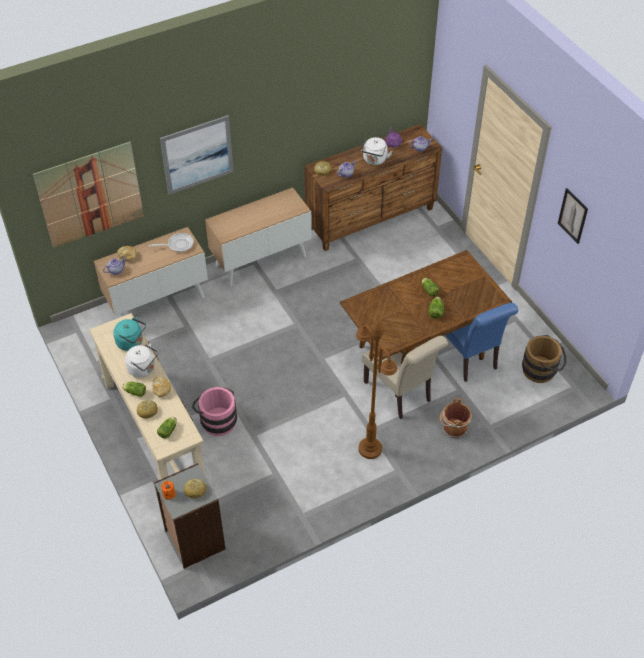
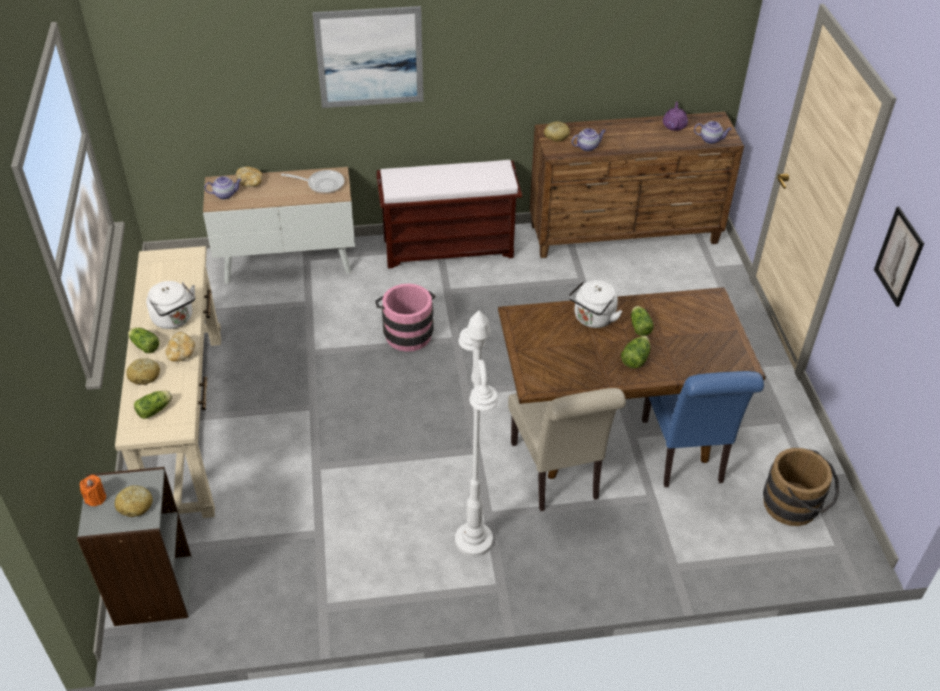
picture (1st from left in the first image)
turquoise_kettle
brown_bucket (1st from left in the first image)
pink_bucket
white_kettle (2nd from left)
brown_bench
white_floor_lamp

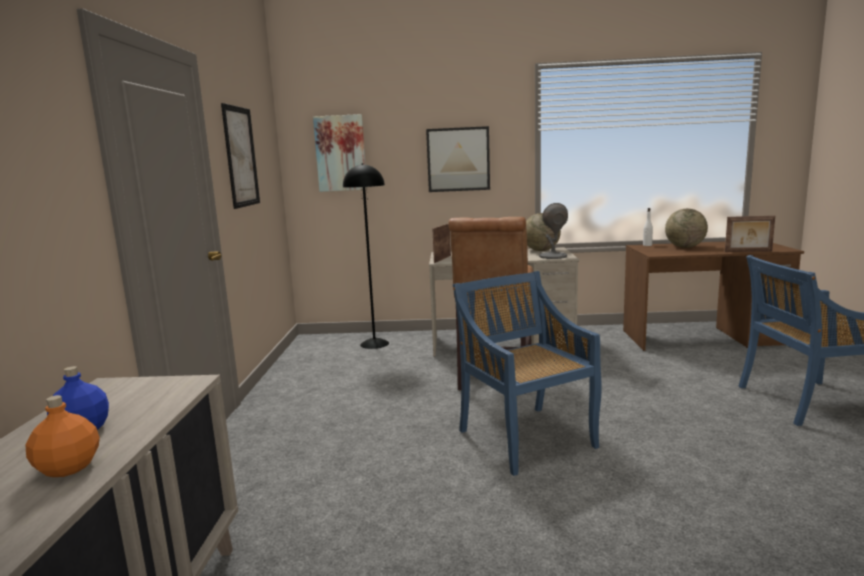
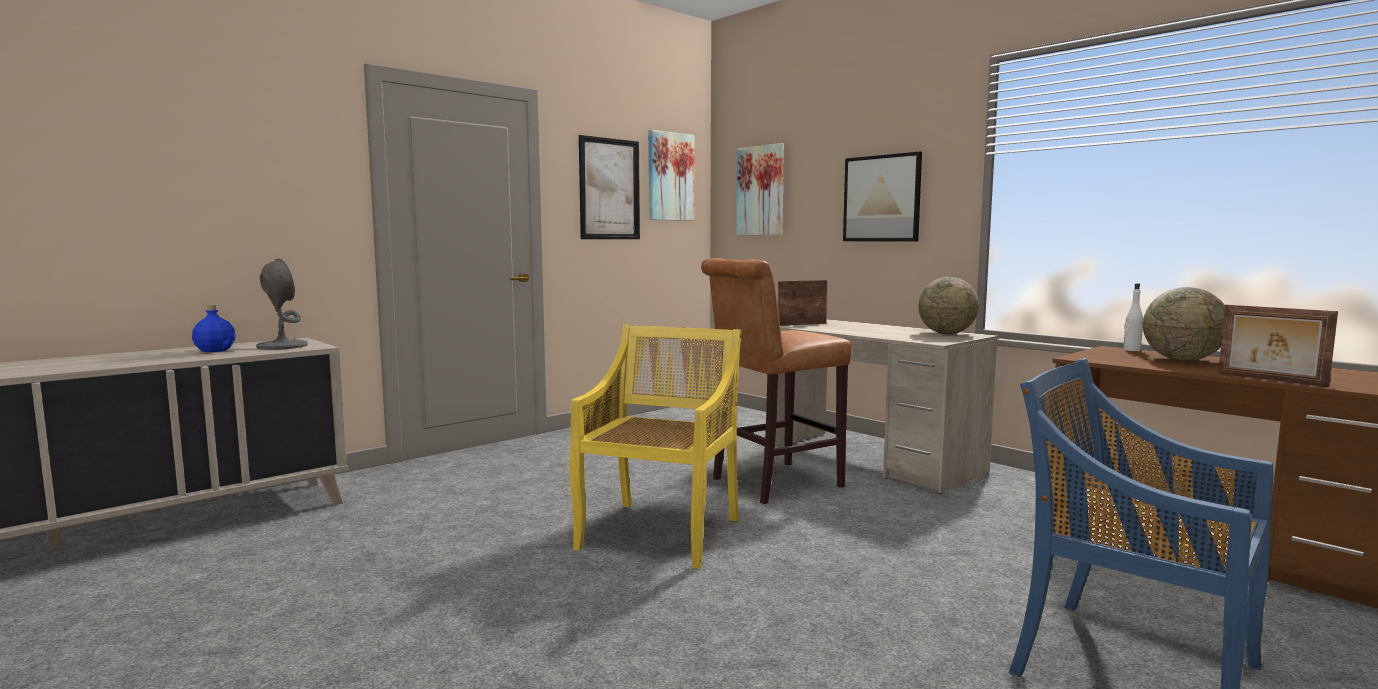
orange_bottle
black_floor_lamp
picture (2nd from left)
grey_table_lamp
yellow_chair

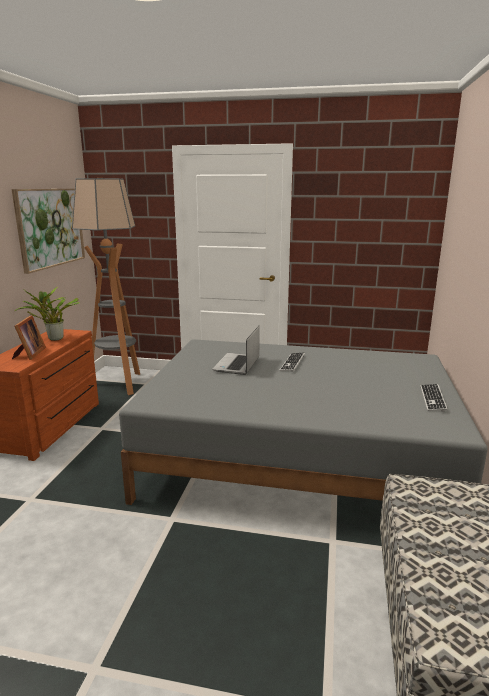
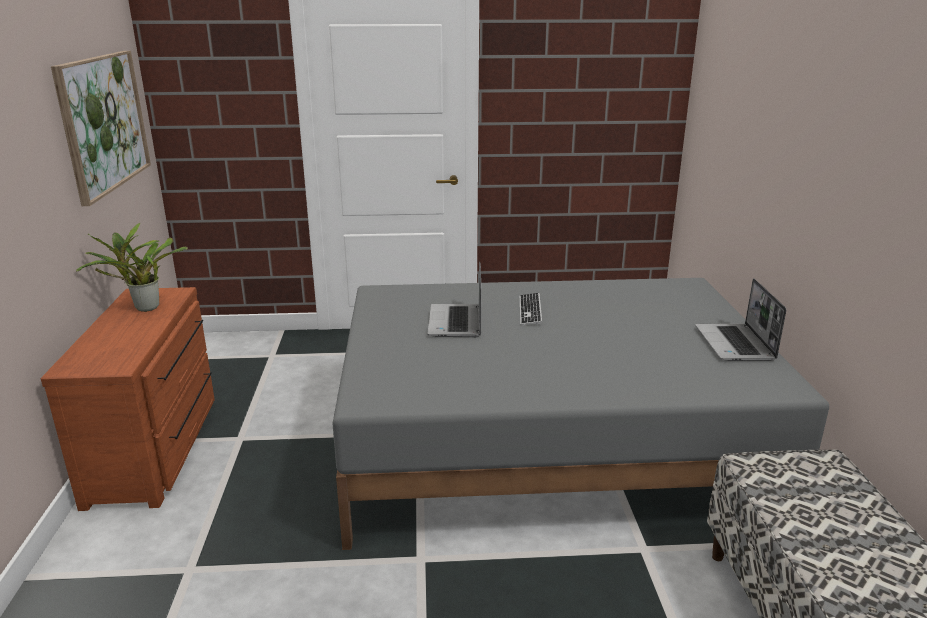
picture_frame
floor_lamp
laptop (2nd from left)

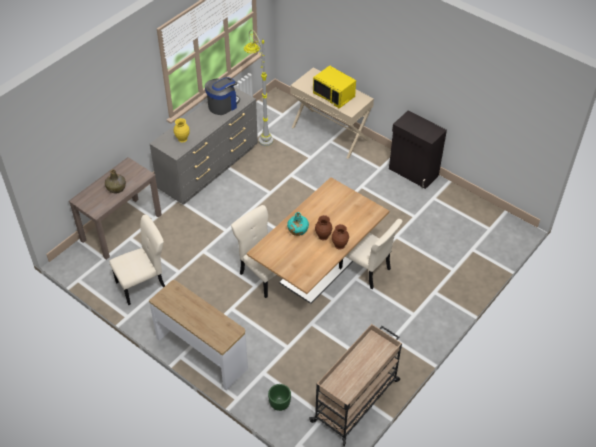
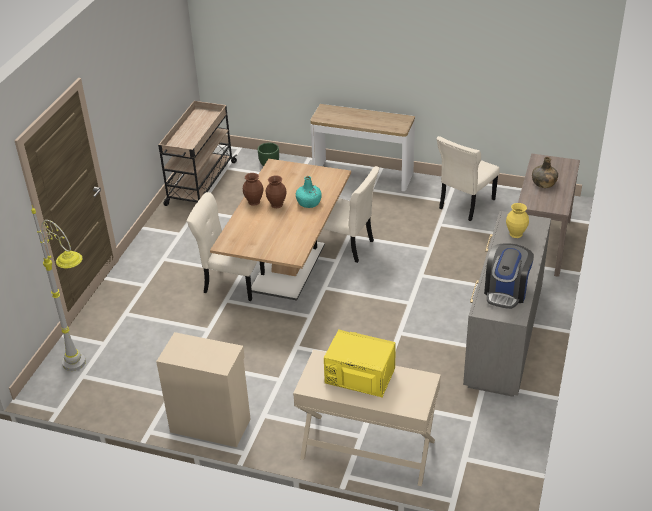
grey_floor_lamp
beige_cabinet

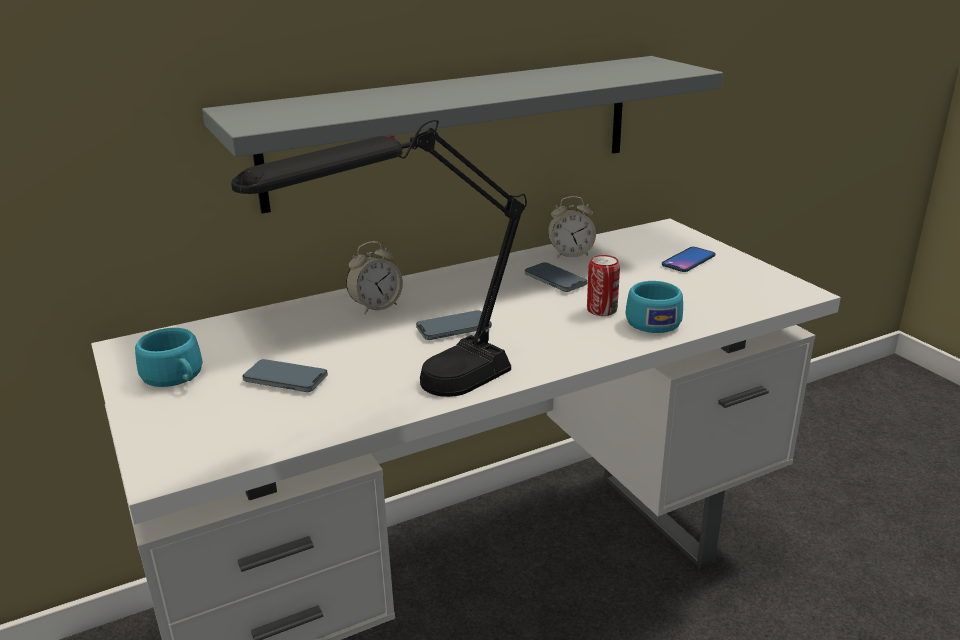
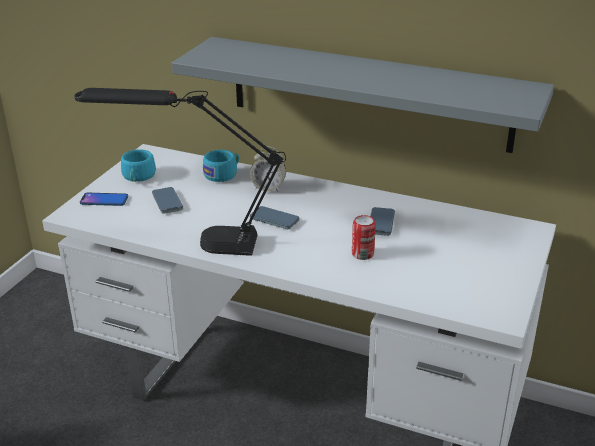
alarm_clock (2nd from left in the first image)
turquoise_cup (2nd from left)
phone (1st from left)

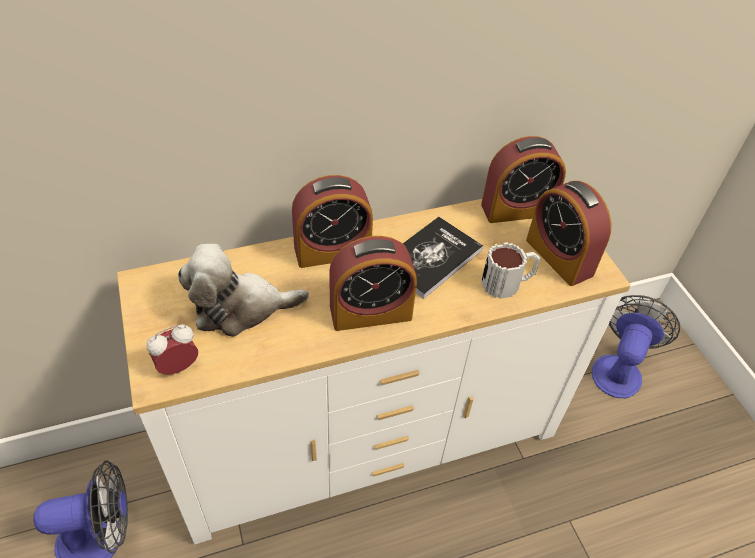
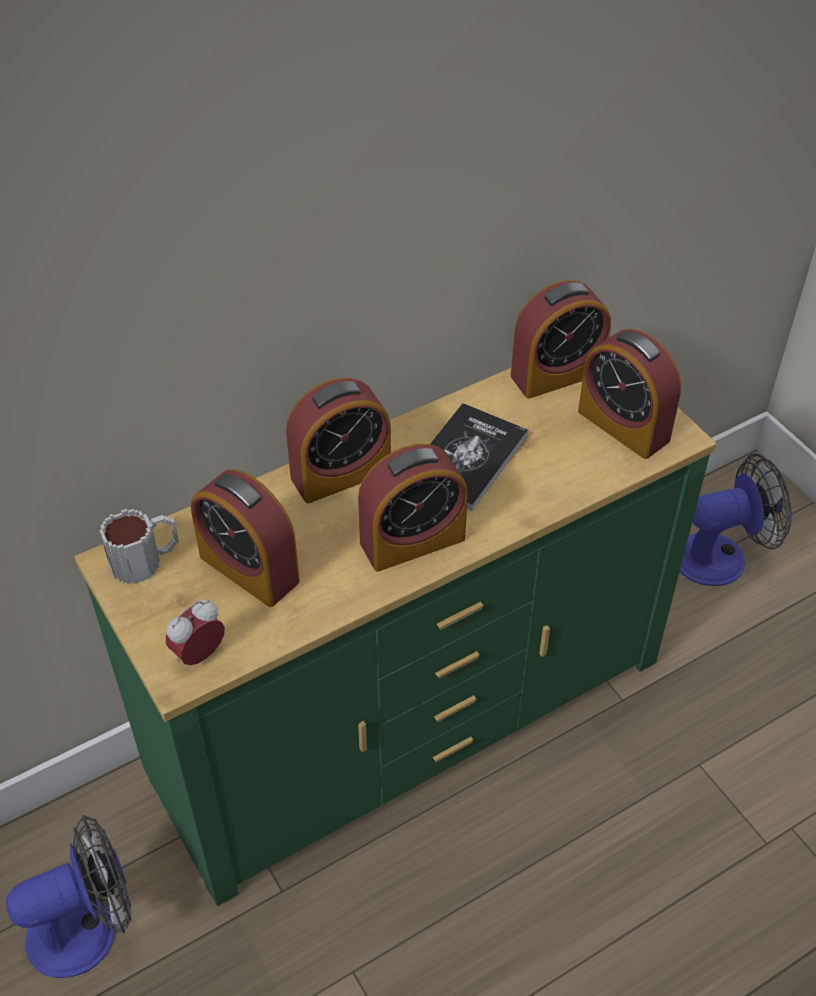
mug
alarm_clock (2nd from left)
green_dresser
fan (2nd from left)

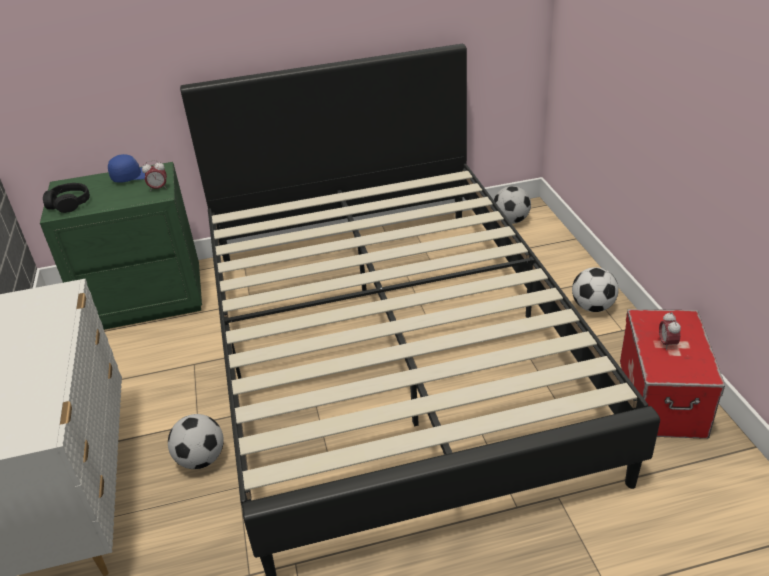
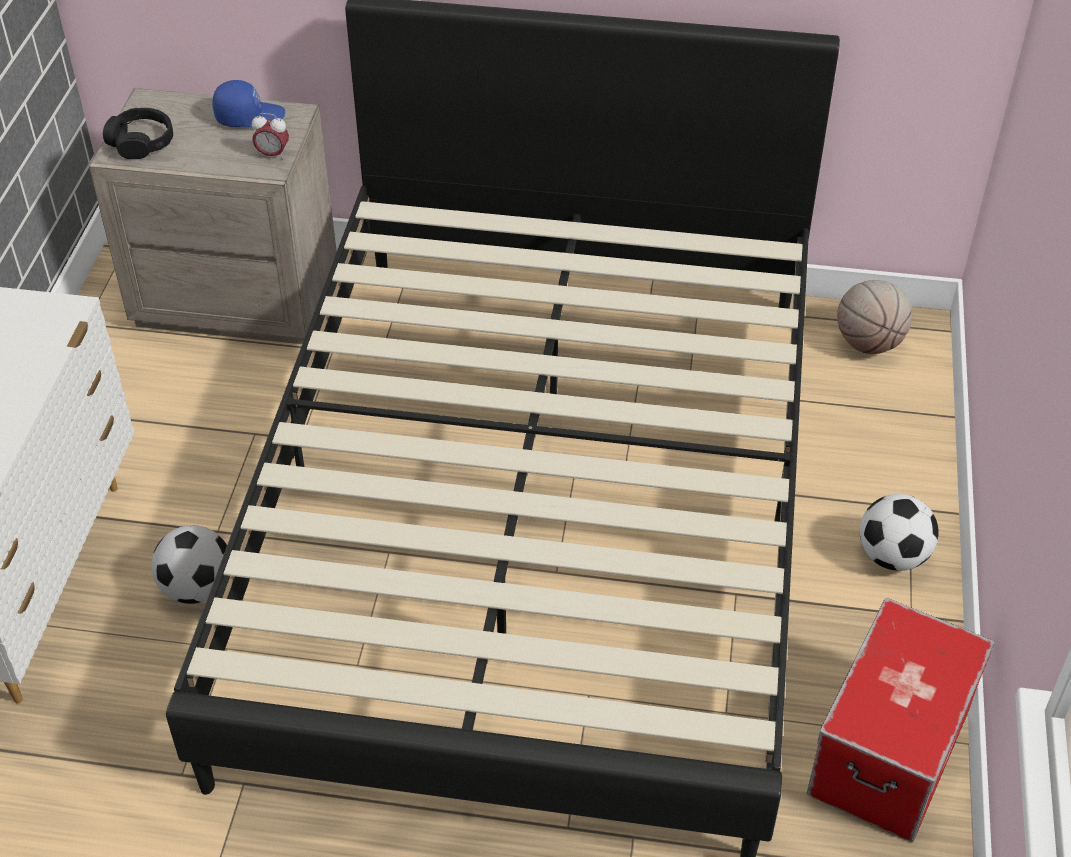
alarm_clock (2nd from left in the first image)
basketball
beige_nightstand

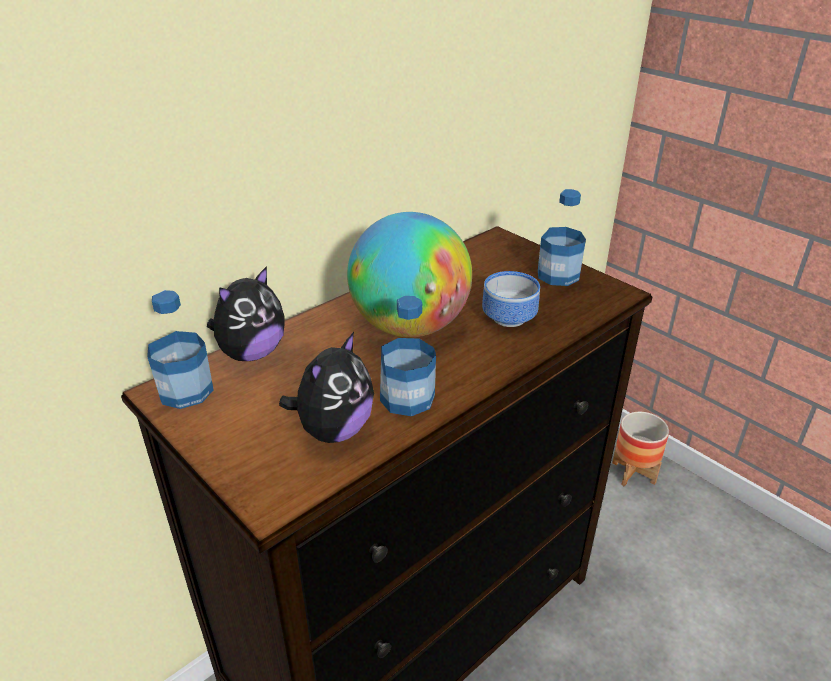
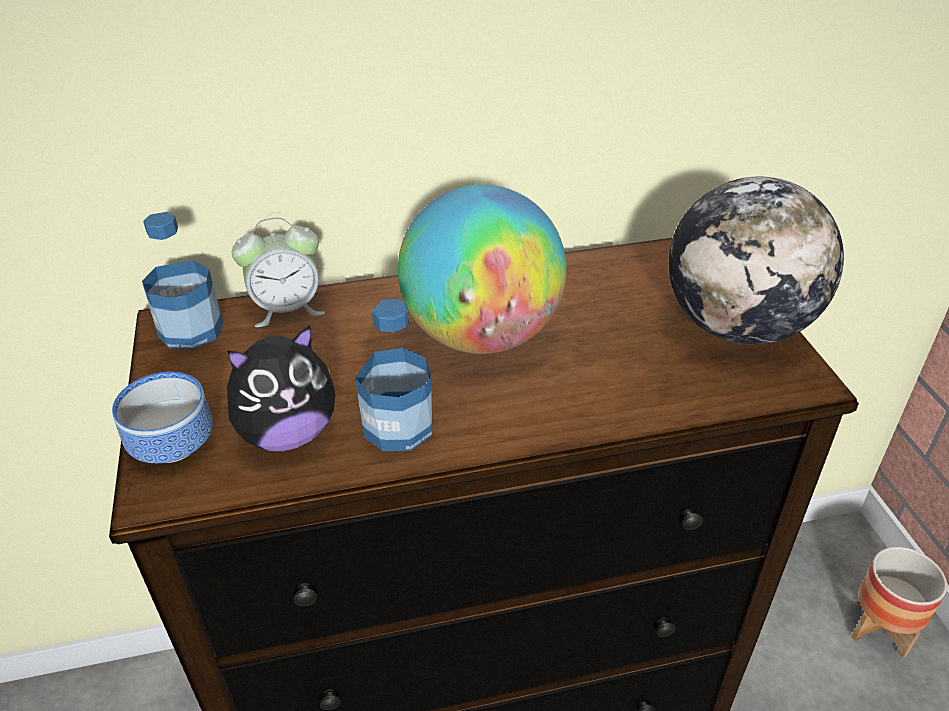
bowl
alarm_clock
globe (2nd from left)

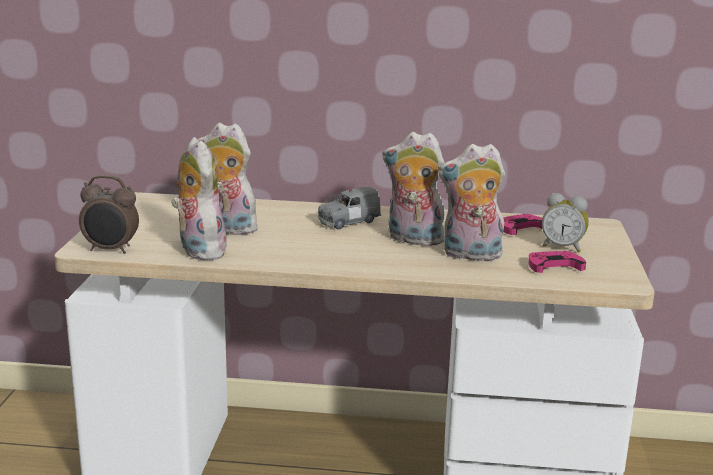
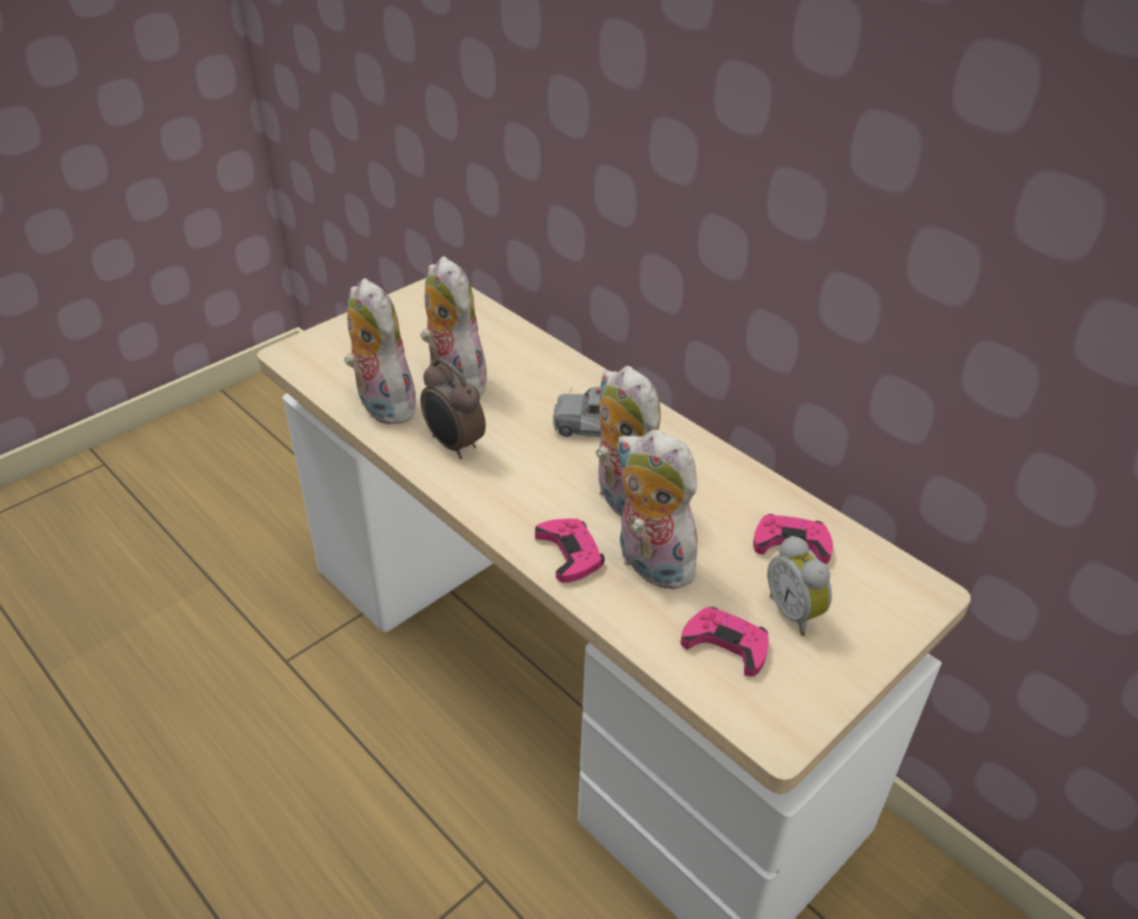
pink_game_controller (1st from left)
alarm_clock (1st from left)
plush_toy (1st from left)

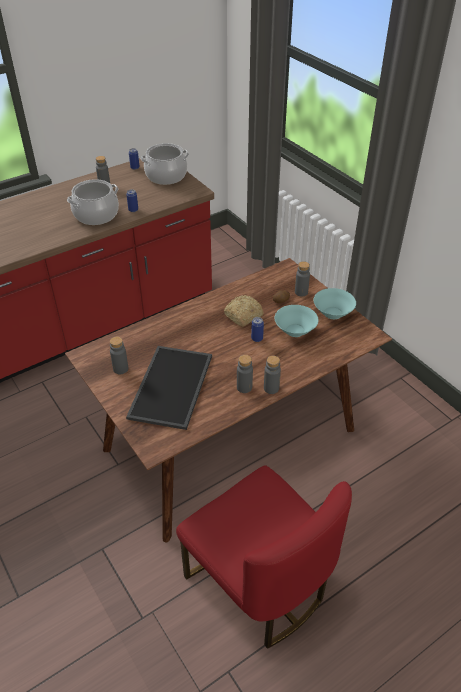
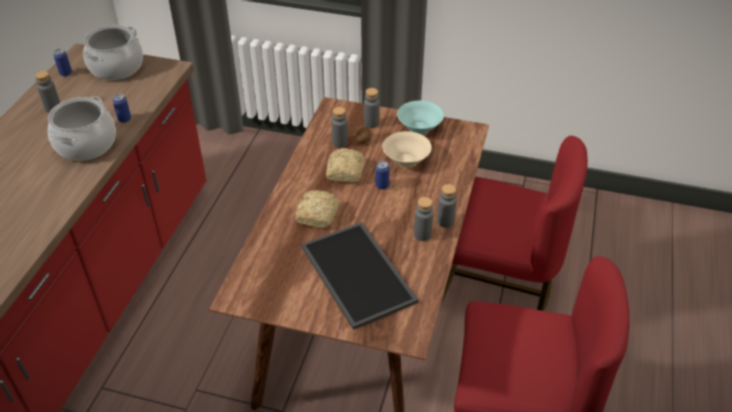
bread (1st from left)
red_chair (1st from left)
grey_bottle (2nd from left)
beige_bowl

